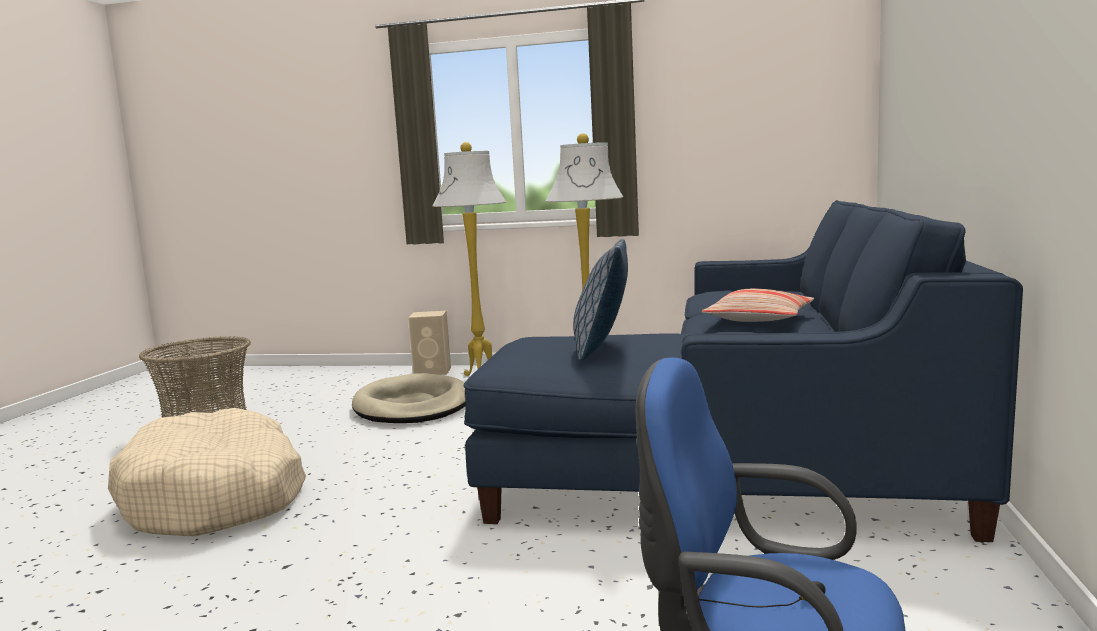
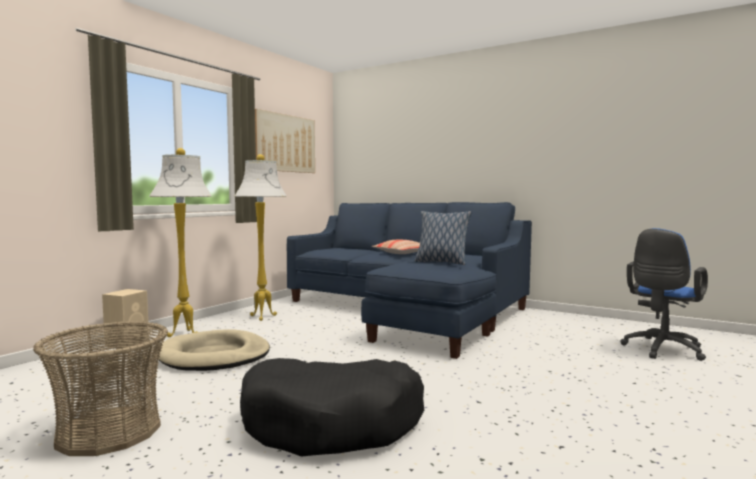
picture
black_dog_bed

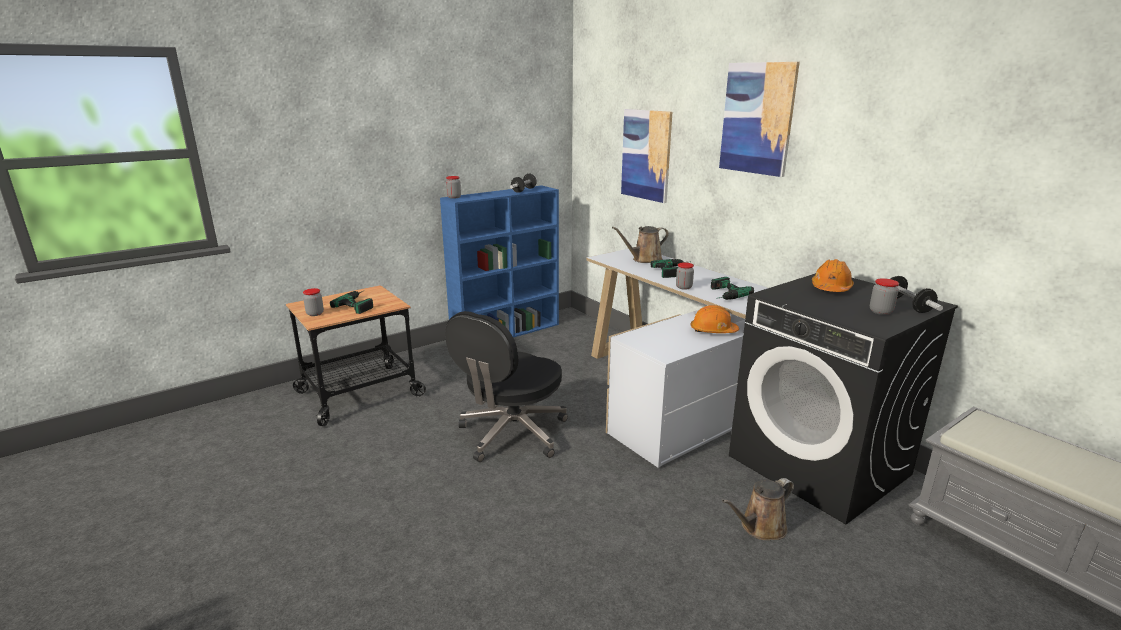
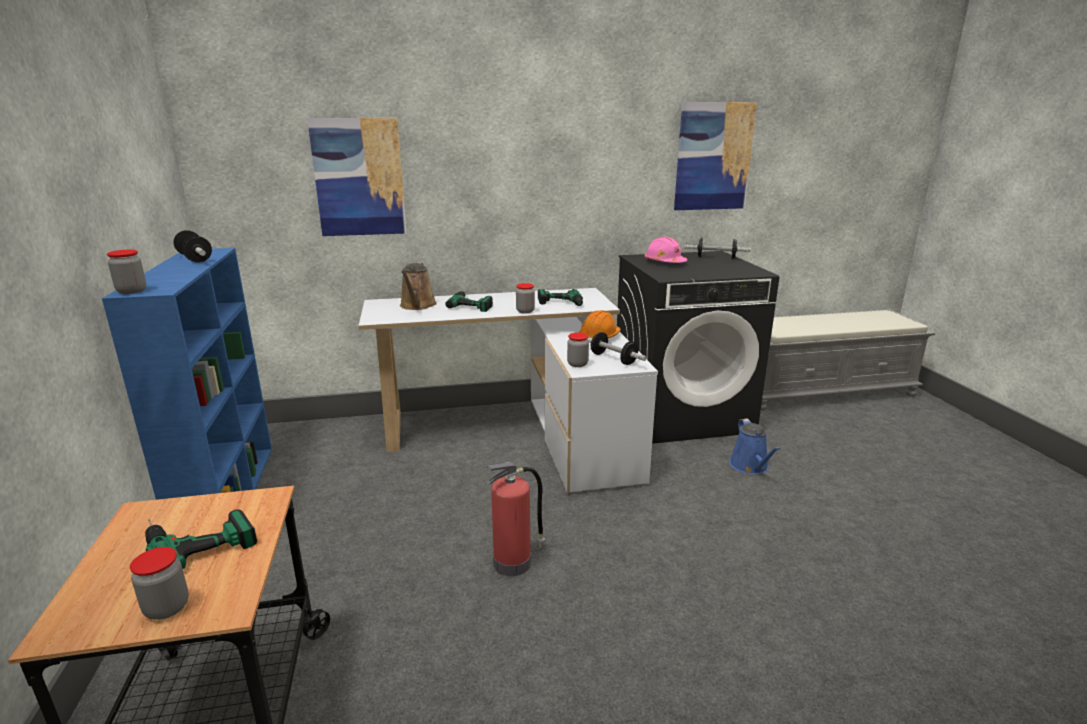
dumbbell (2nd from left)
picture (2nd from left)
jar (4th from left)
fire_extinguisher
blue_watering_can
pink_hard_hat

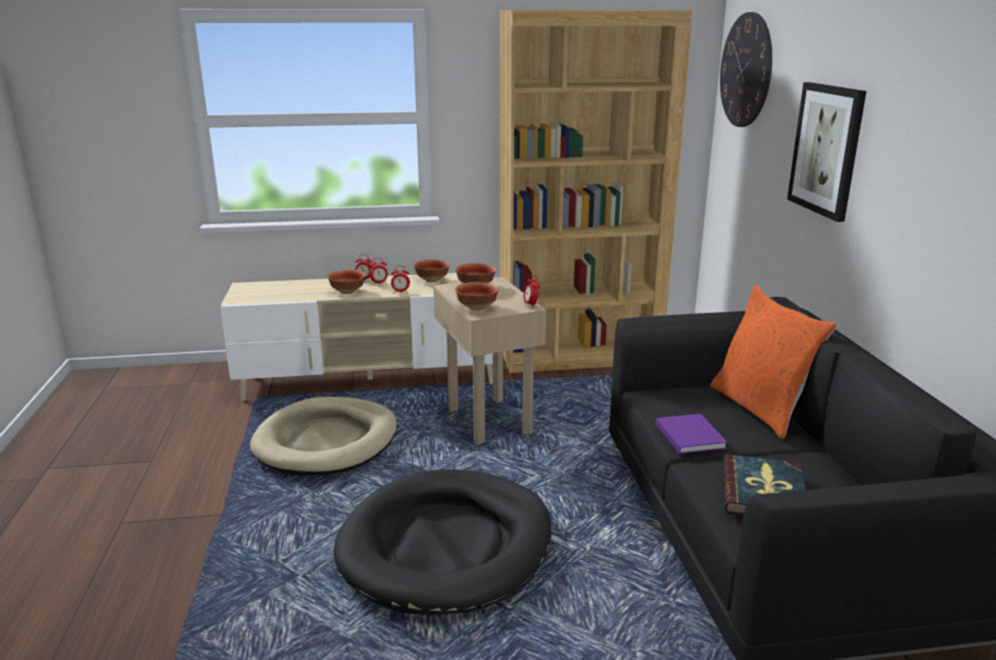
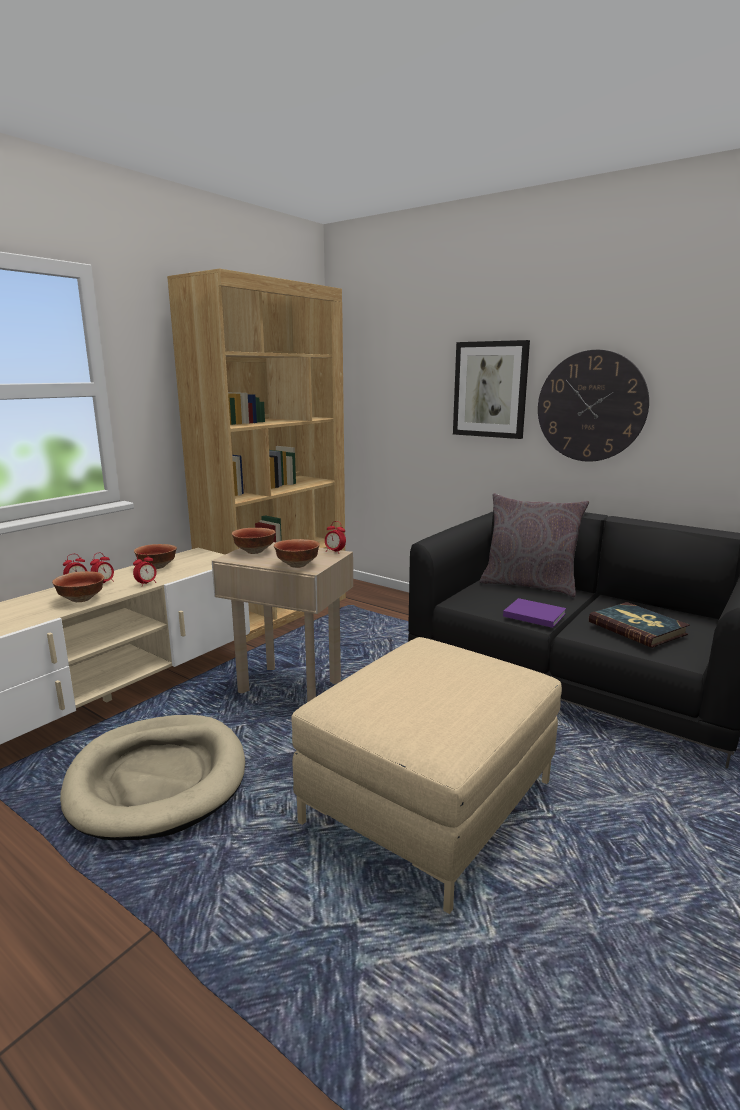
wall_clock
beige_ottoman
grey_pillow

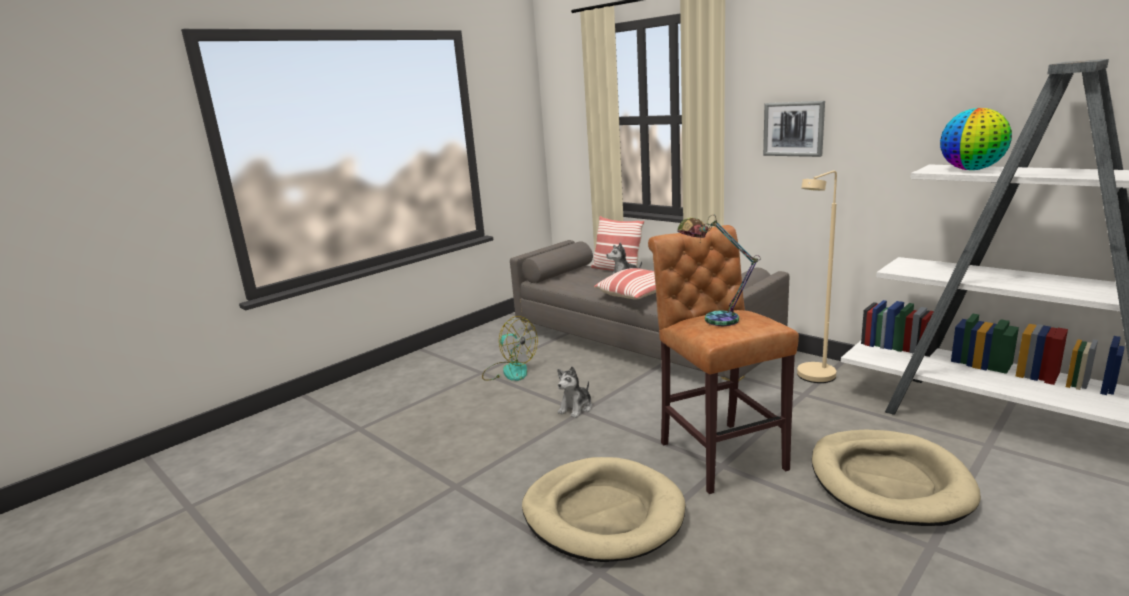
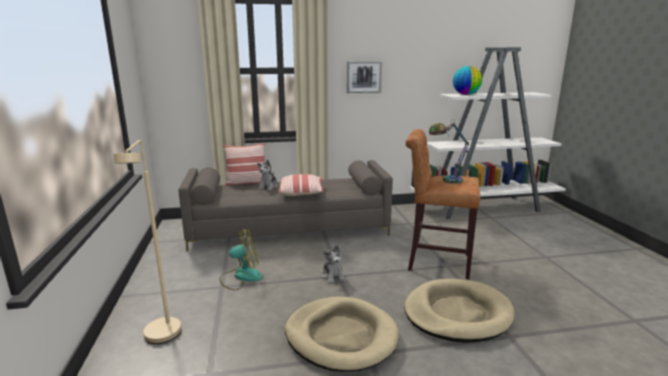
beige_floor_lamp
beige_dog_bed (1st from left)

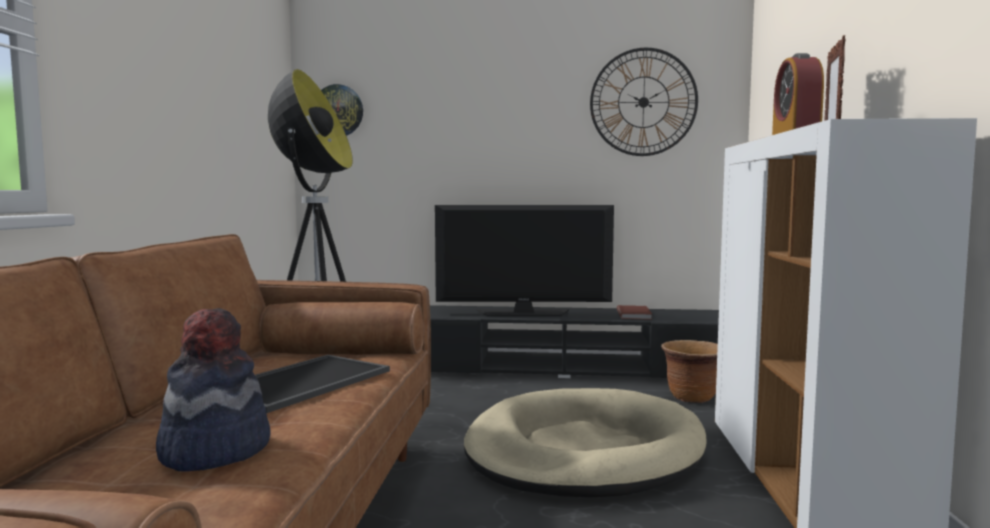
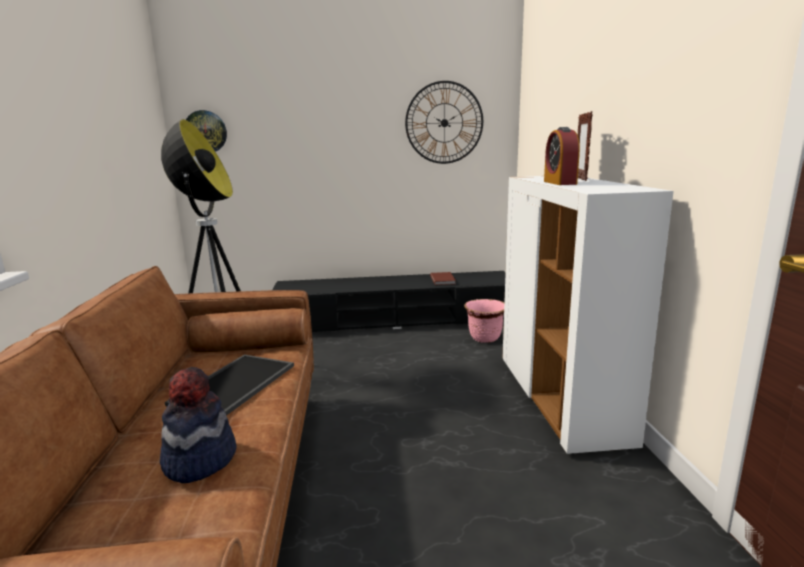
television
beige_dog_bed
pink_planter

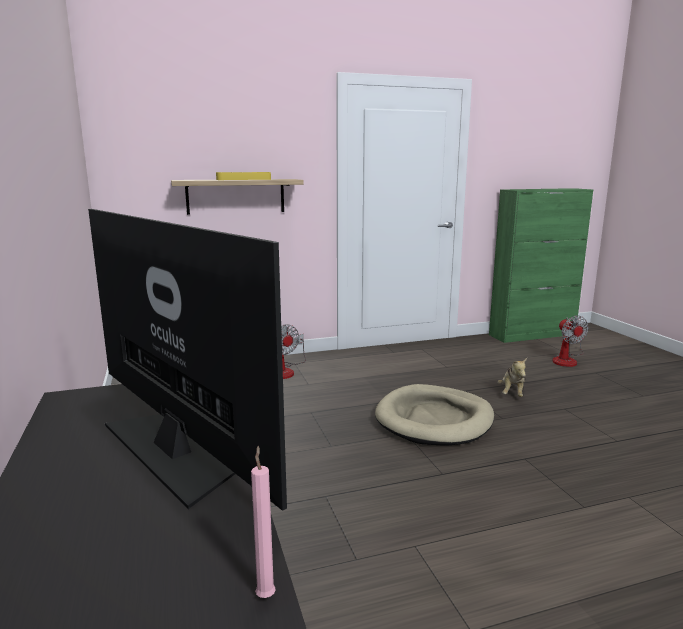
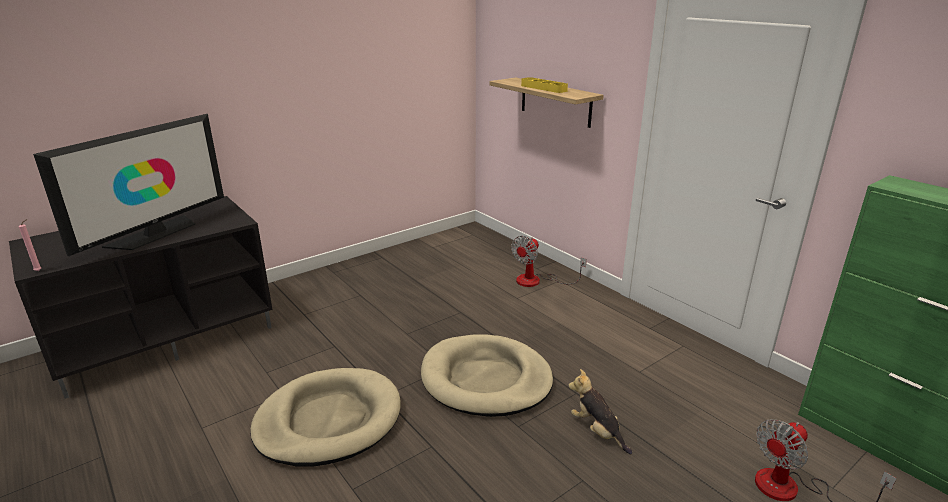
beige_dog_bed (1st from left)
plush_toy

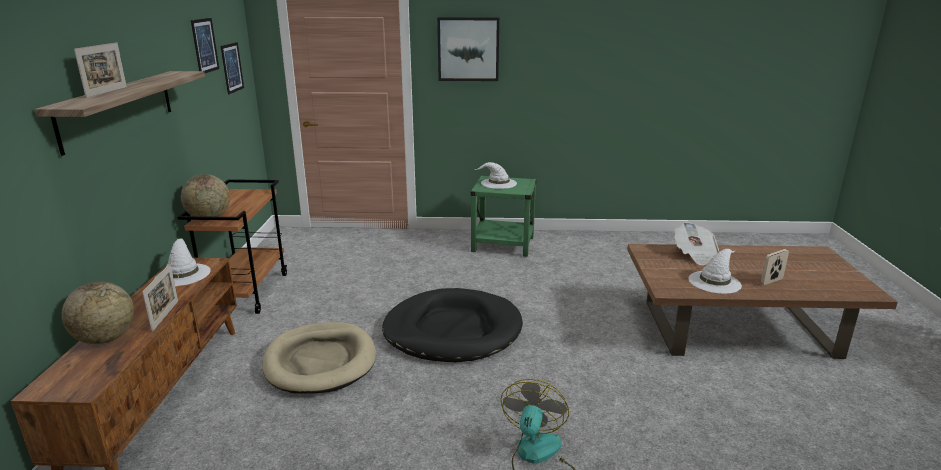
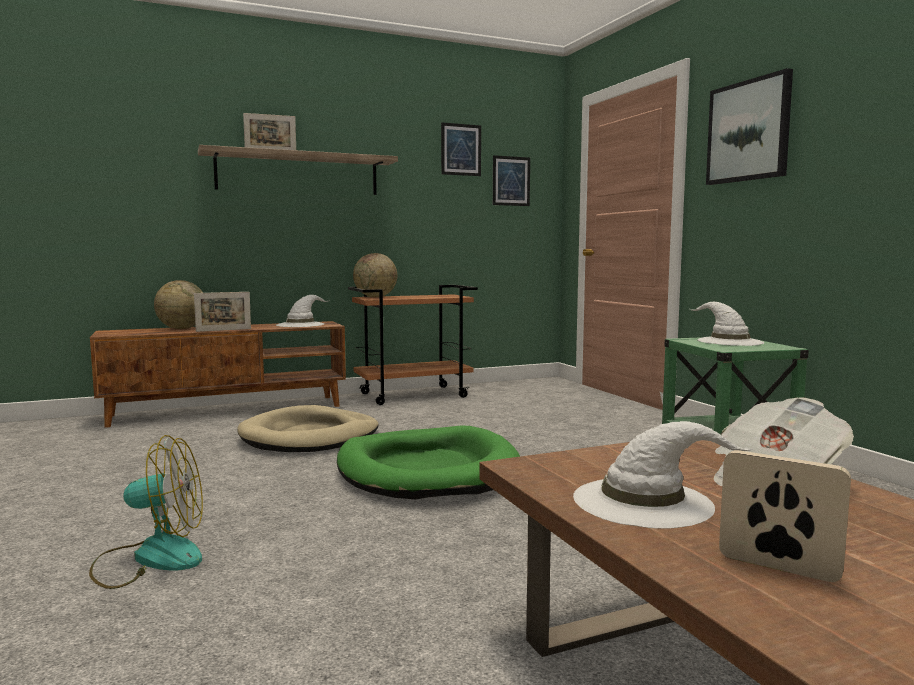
green_dog_bed

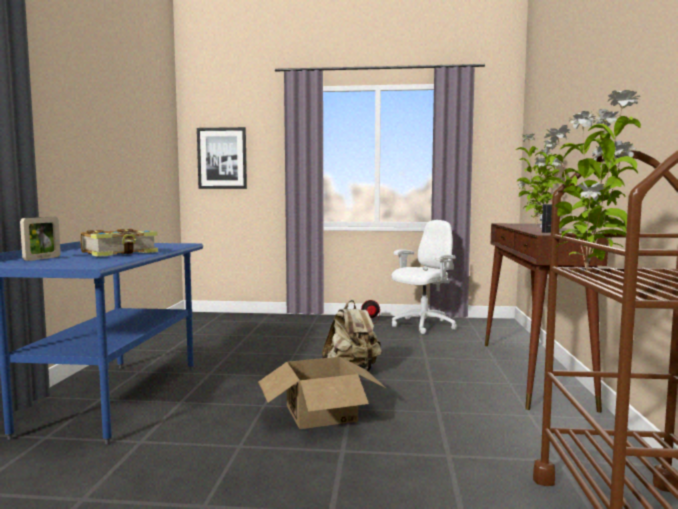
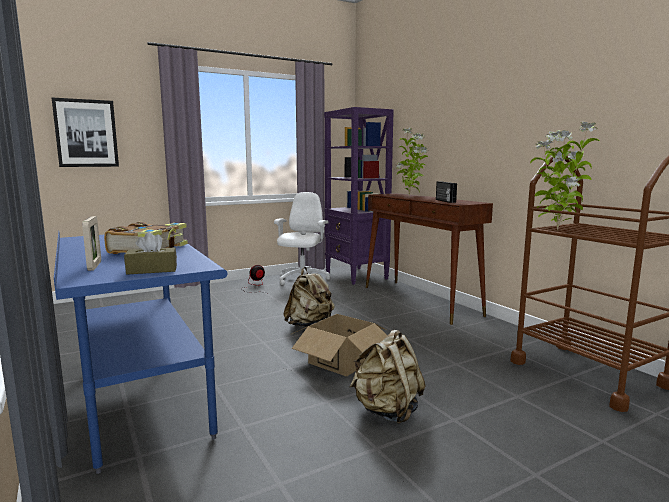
brown_tissue_box
purple_bookcase
beige_backpack (2nd from left)

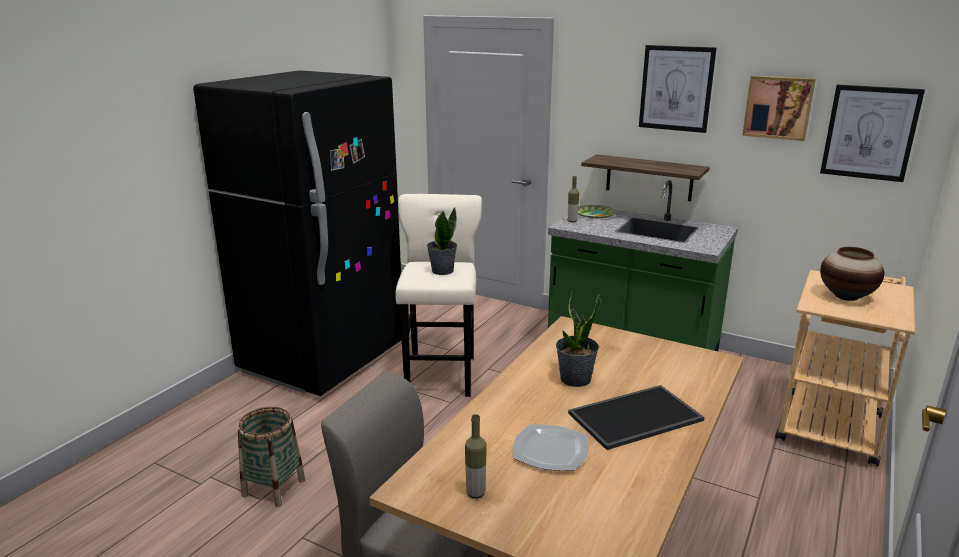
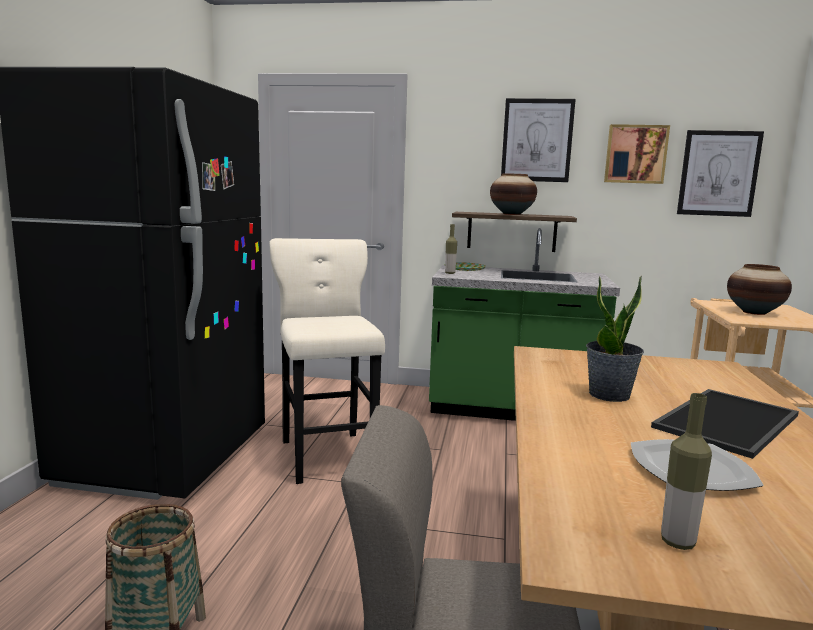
potted_plant (1st from left in the first image)
vase (1st from left)

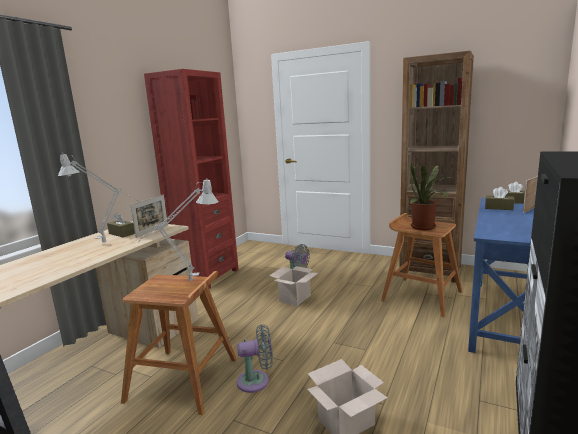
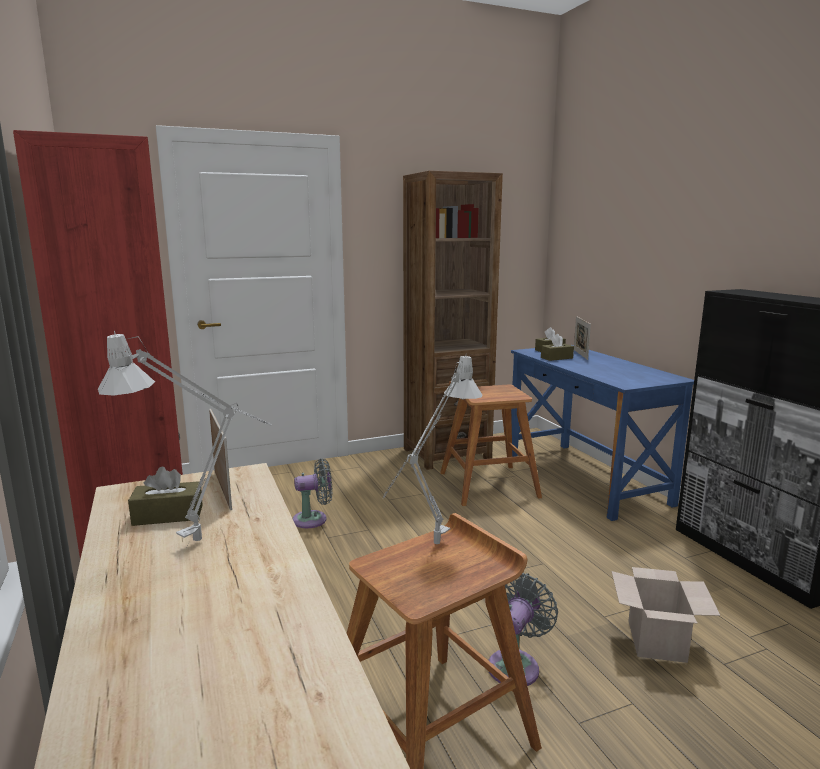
cardboard_box (1st from left in the first image)
potted_plant

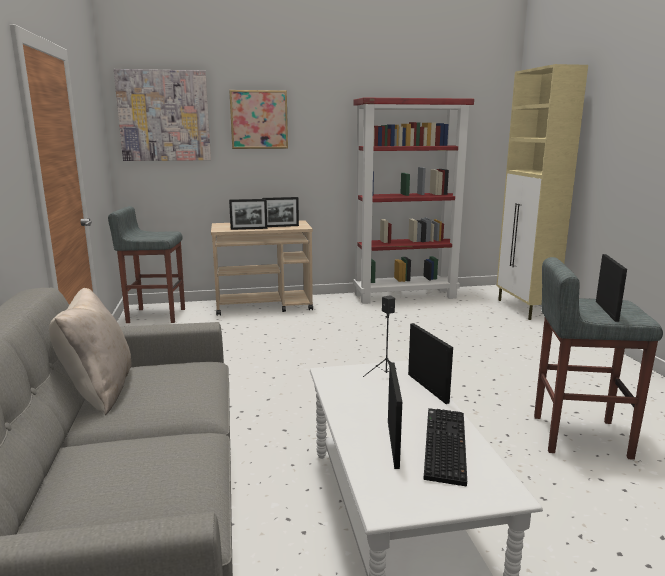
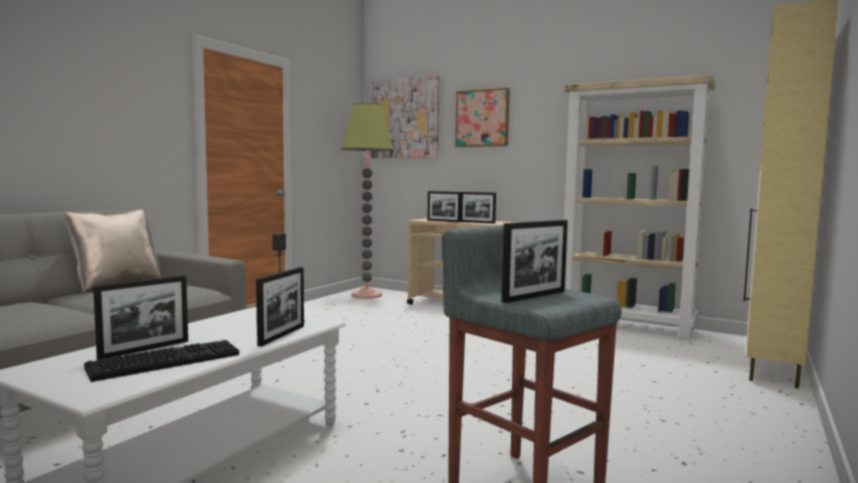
floor_lamp
beige_bookcase

